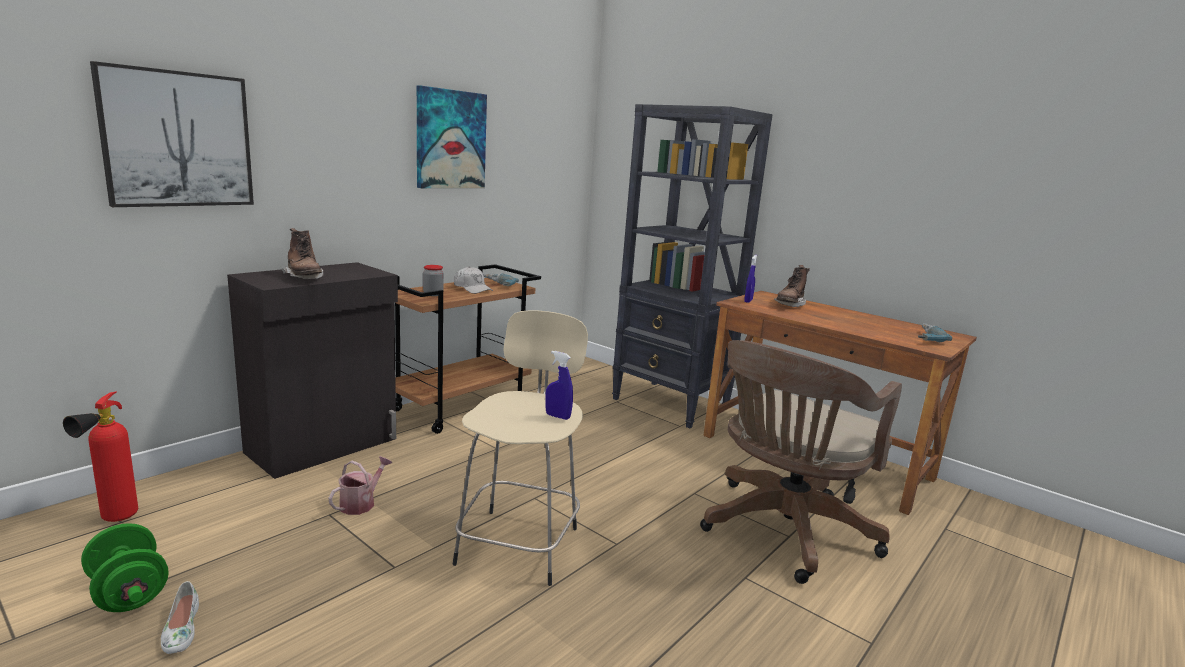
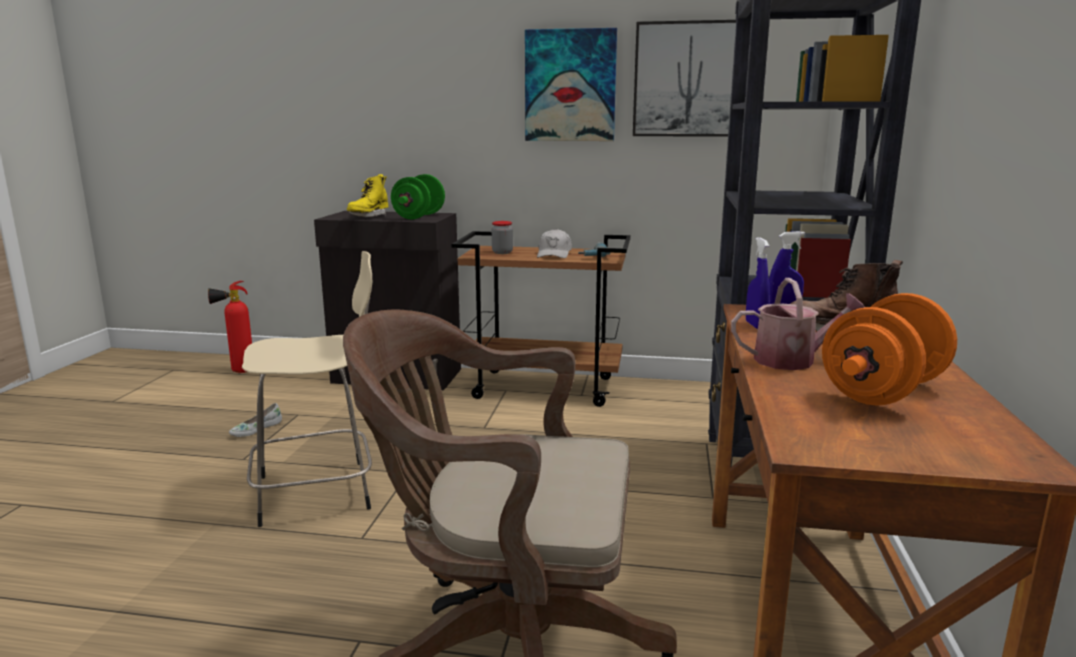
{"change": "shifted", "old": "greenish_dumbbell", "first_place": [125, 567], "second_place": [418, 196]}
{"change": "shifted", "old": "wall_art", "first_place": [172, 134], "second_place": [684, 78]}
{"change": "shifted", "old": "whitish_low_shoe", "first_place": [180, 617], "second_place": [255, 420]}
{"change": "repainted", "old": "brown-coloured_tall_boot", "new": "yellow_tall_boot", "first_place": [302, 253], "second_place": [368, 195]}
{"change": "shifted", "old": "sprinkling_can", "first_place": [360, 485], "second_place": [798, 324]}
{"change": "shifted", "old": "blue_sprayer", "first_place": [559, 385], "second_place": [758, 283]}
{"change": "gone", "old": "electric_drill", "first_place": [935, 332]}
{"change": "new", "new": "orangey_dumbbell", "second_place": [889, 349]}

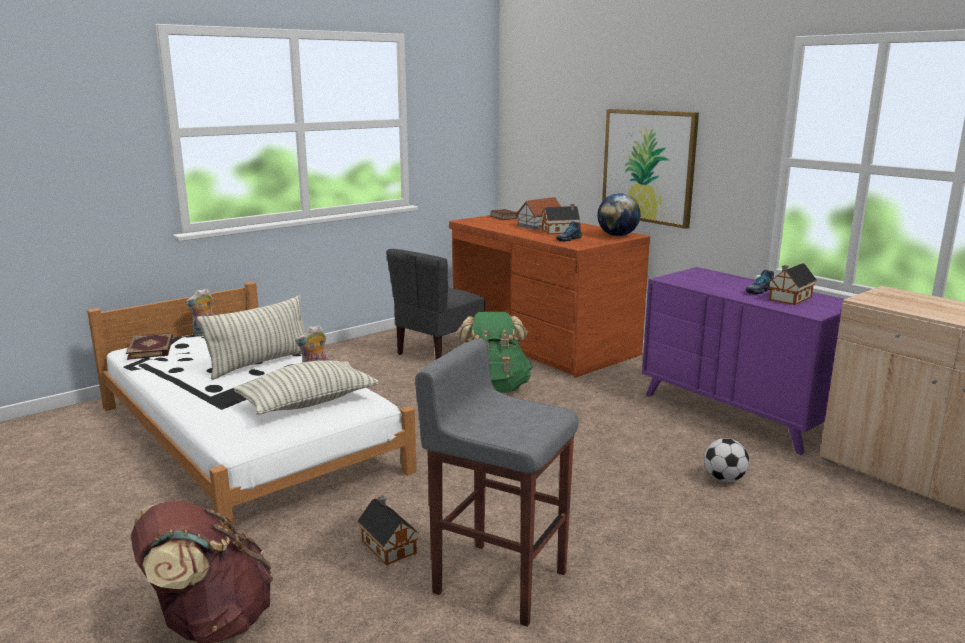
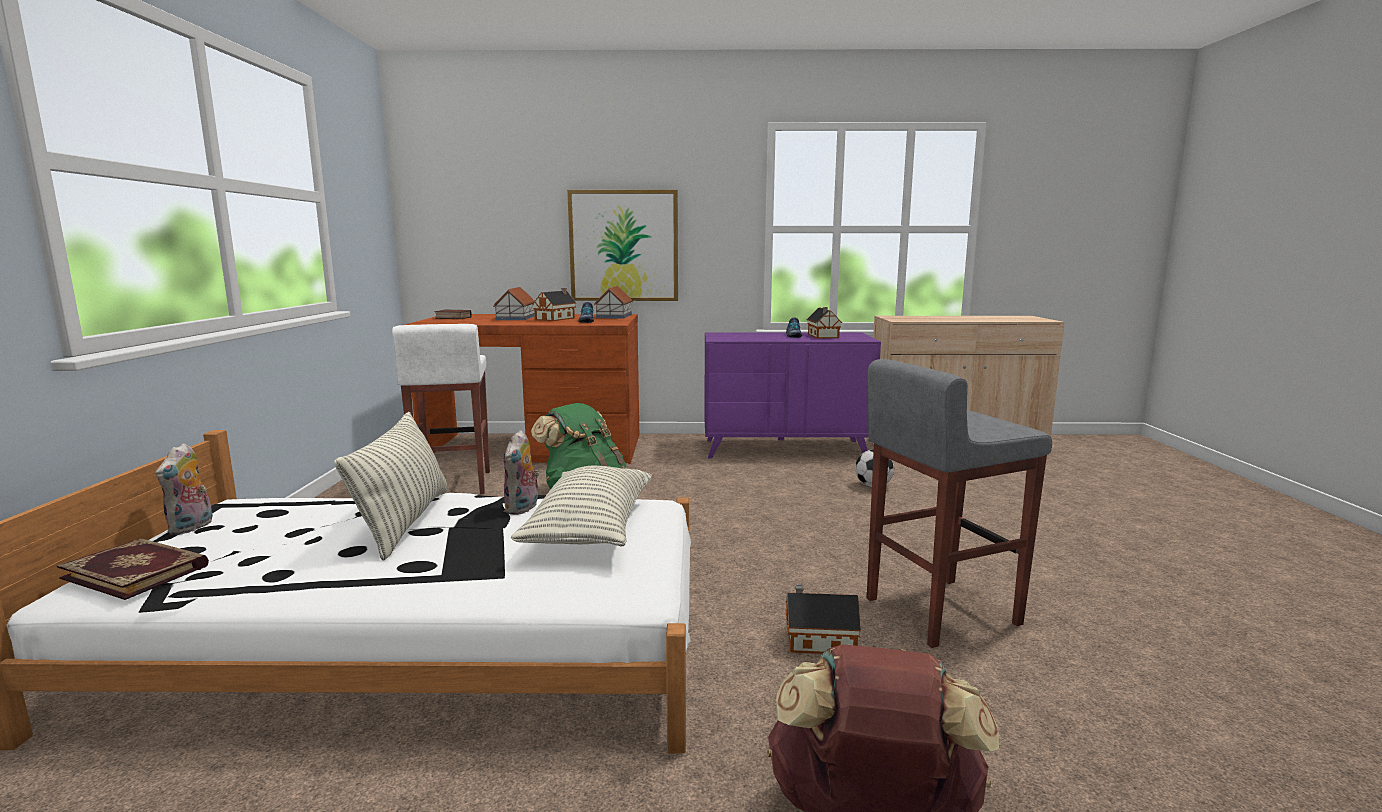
{"change": "swapped", "old": "greyish_chair", "new": "whitish_sitting_stool", "first_place": [435, 304], "second_place": [441, 409]}
{"change": "swapped", "old": "world_globe", "new": "miniature_house", "first_place": [618, 214], "second_place": [613, 302]}

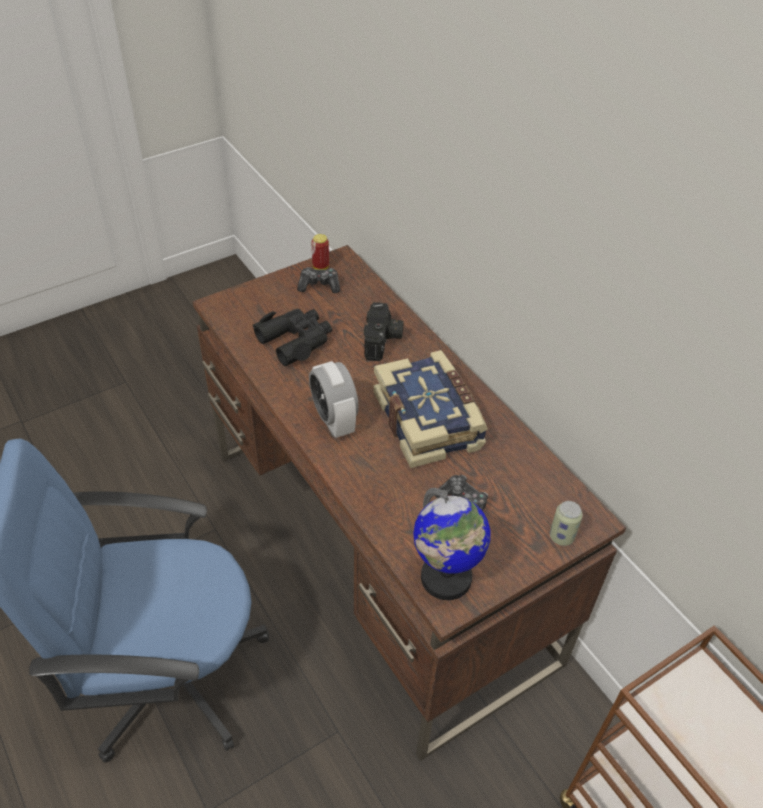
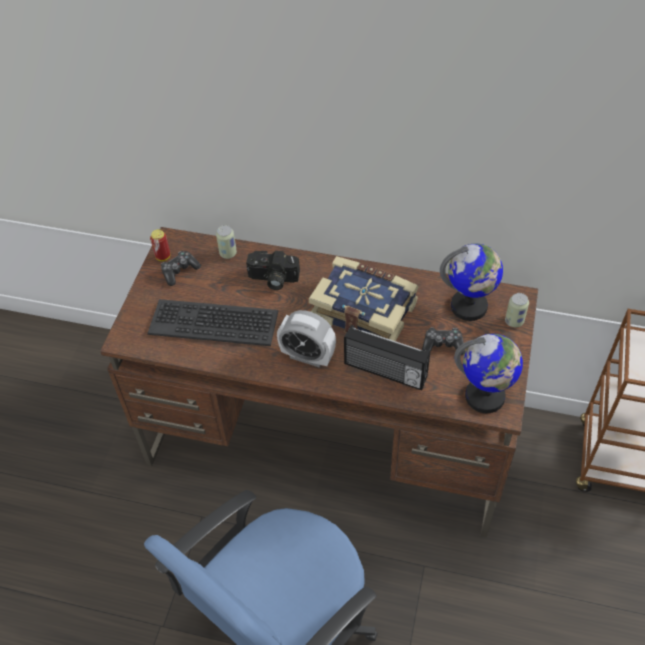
{"change": "swapped", "old": "black-coloured_pair_of_binoculars", "new": "computer_keyboard", "first_place": [292, 337], "second_place": [212, 322]}
{"change": "rotated", "old": "still_camera", "first_place": [384, 331], "second_place": [273, 270], "degrees": 135}
{"change": "new", "new": "can", "second_place": [226, 242]}
{"change": "new", "new": "radio_set", "second_place": [387, 357]}
{"change": "new", "new": "world_globe", "second_place": [471, 282]}

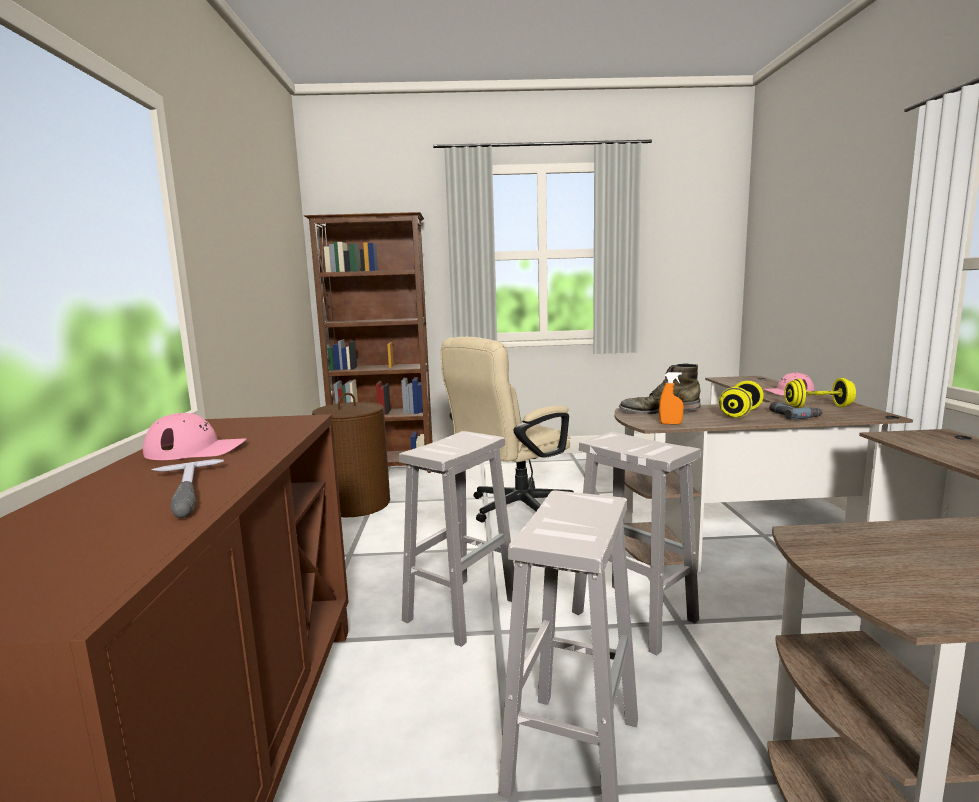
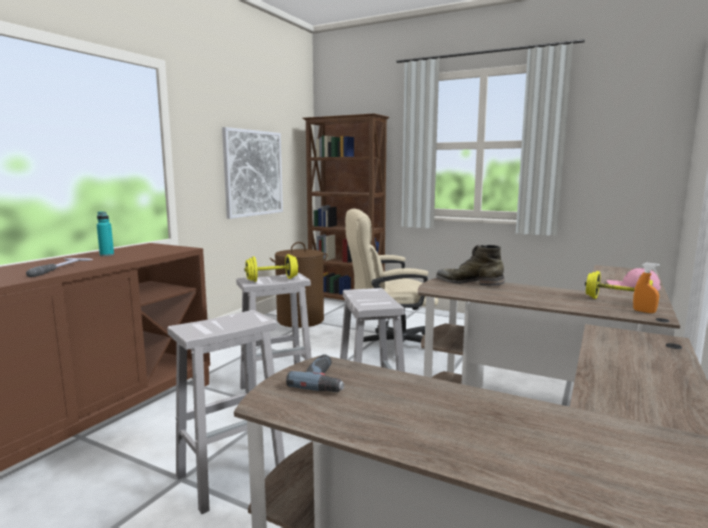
{"change": "swapped", "old": "pink-coloured_peaked_cap", "new": "blue-green_drink_bottle", "first_place": [194, 436], "second_place": [105, 233]}
{"change": "shifted", "old": "orangey_sprayer", "first_place": [671, 398], "second_place": [646, 288]}
{"change": "shifted", "old": "yellow_dumbbell", "first_place": [741, 399], "second_place": [271, 268]}
{"change": "shifted", "old": "electric_drill", "first_place": [796, 411], "second_place": [315, 373]}
{"change": "new", "new": "wall_art", "second_place": [252, 173]}

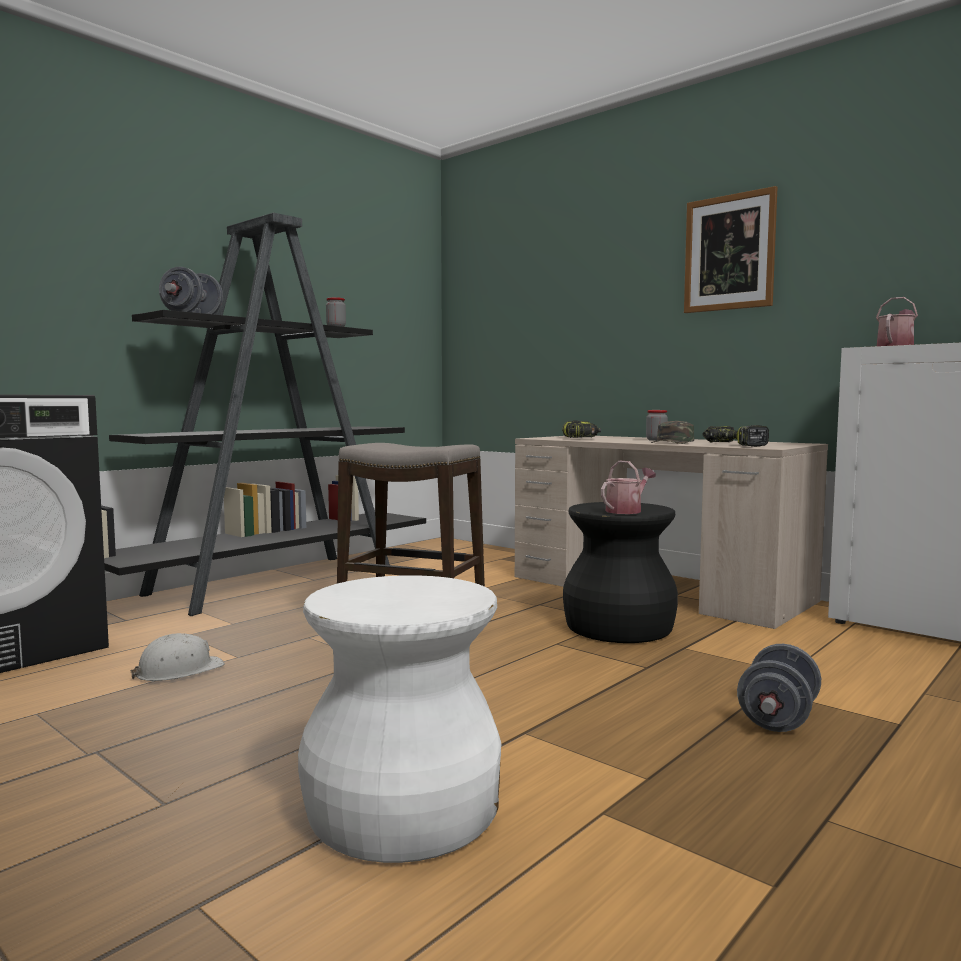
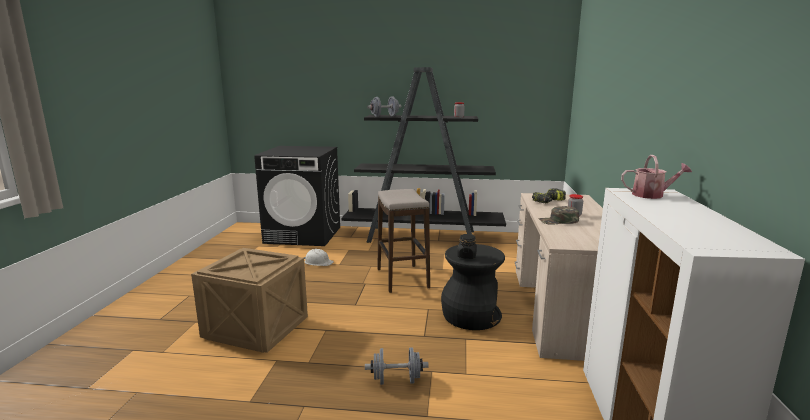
{"change": "swapped", "old": "whitish_sitting_stool", "new": "shipping_crate", "first_place": [400, 719], "second_place": [249, 300]}
{"change": "swapped", "old": "sprinkling_can", "new": "black-coloured_jar", "first_place": [628, 487], "second_place": [467, 246]}
{"change": "gone", "old": "wall_art", "first_place": [731, 249]}
{"change": "gone", "old": "electric_drill", "first_place": [736, 436]}

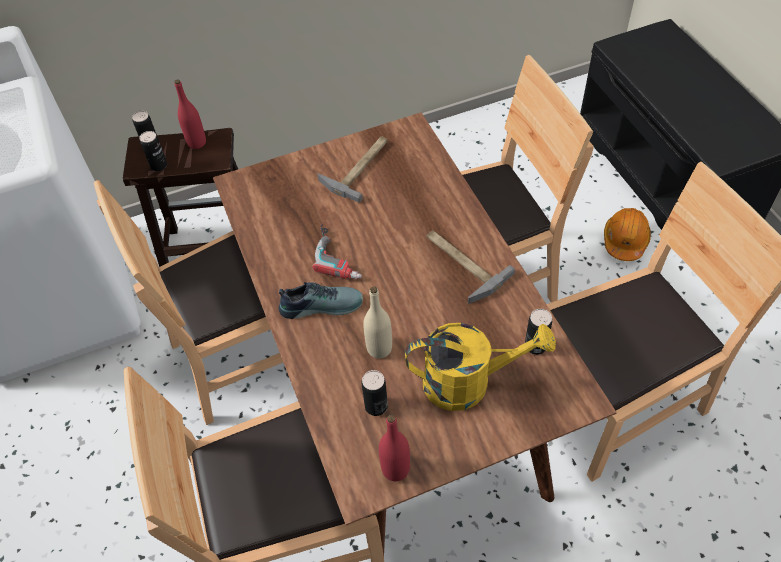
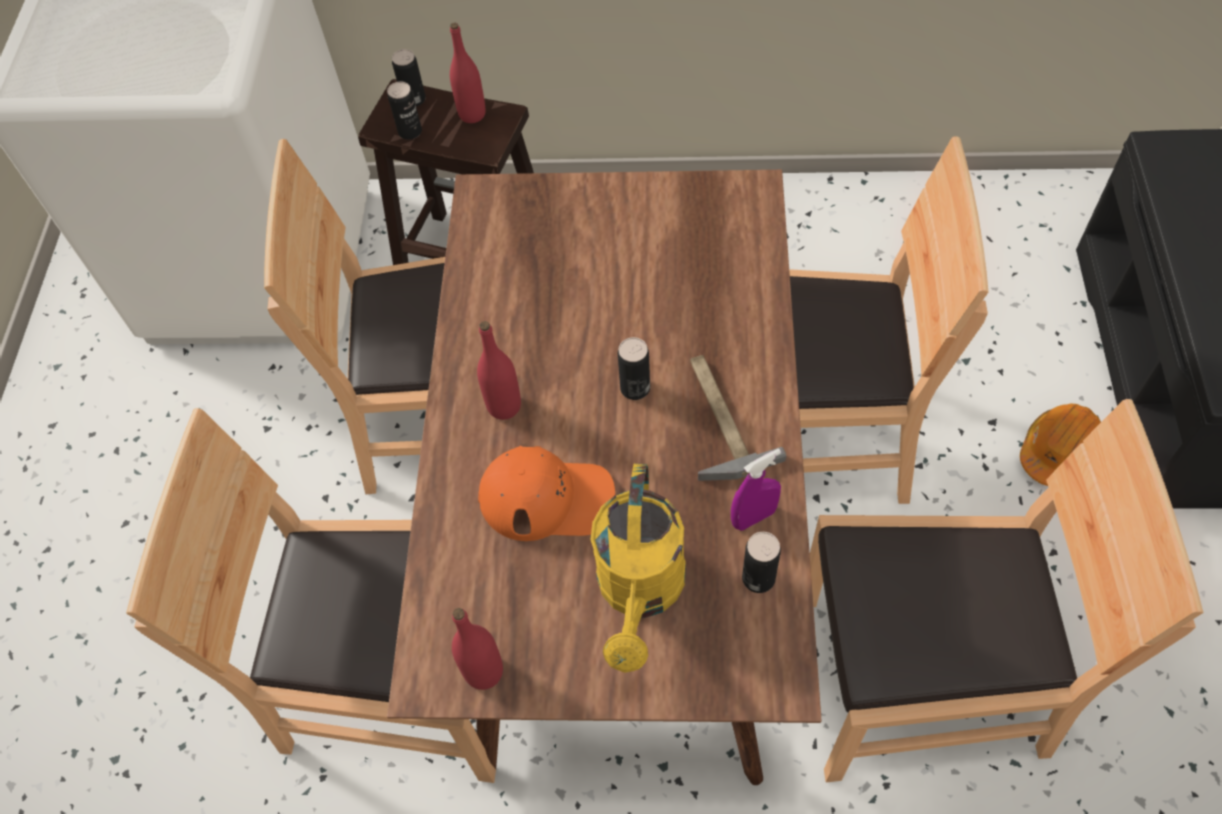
{"change": "swapped", "old": "low_shoe", "new": "red-coloured_drink_bottle", "first_place": [321, 300], "second_place": [499, 370]}
{"change": "gone", "old": "electric_drill", "first_place": [337, 251]}
{"change": "gone", "old": "hammer", "first_place": [352, 169]}
{"change": "shifted", "old": "can", "first_place": [374, 393], "second_place": [634, 368]}
{"change": "swapped", "old": "sand-coloured_drink_bottle", "new": "orangey_peaked_cap", "first_place": [377, 322], "second_place": [546, 493]}
{"change": "rotated", "old": "yellow_sprinkling_can", "first_place": [480, 367], "second_place": [638, 568], "degrees": 75}
{"change": "new", "new": "purplish_sprayer", "second_place": [756, 489]}

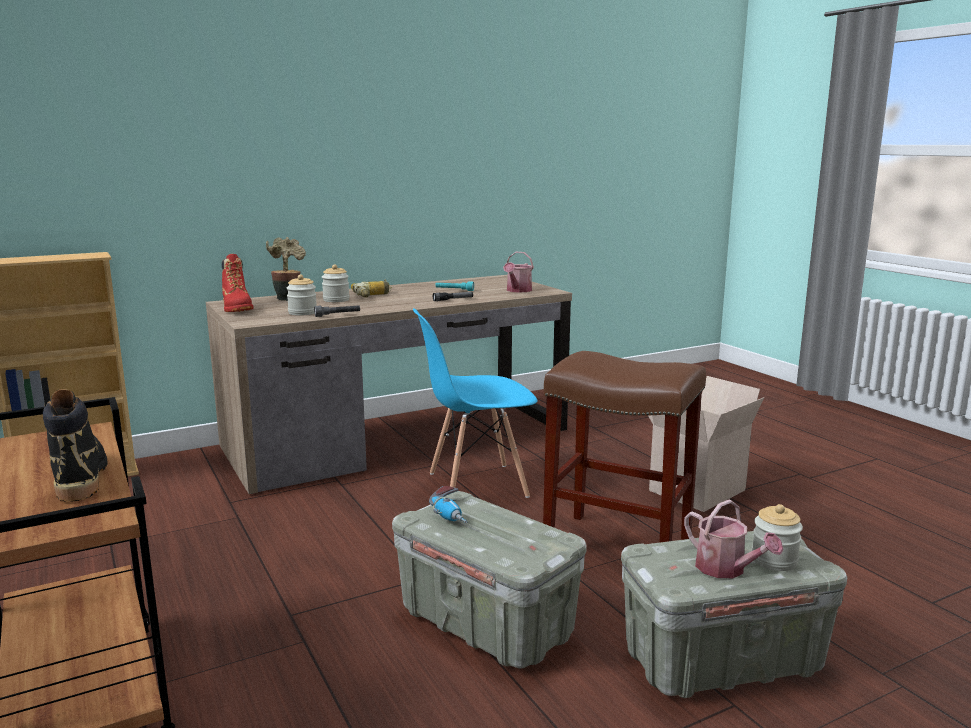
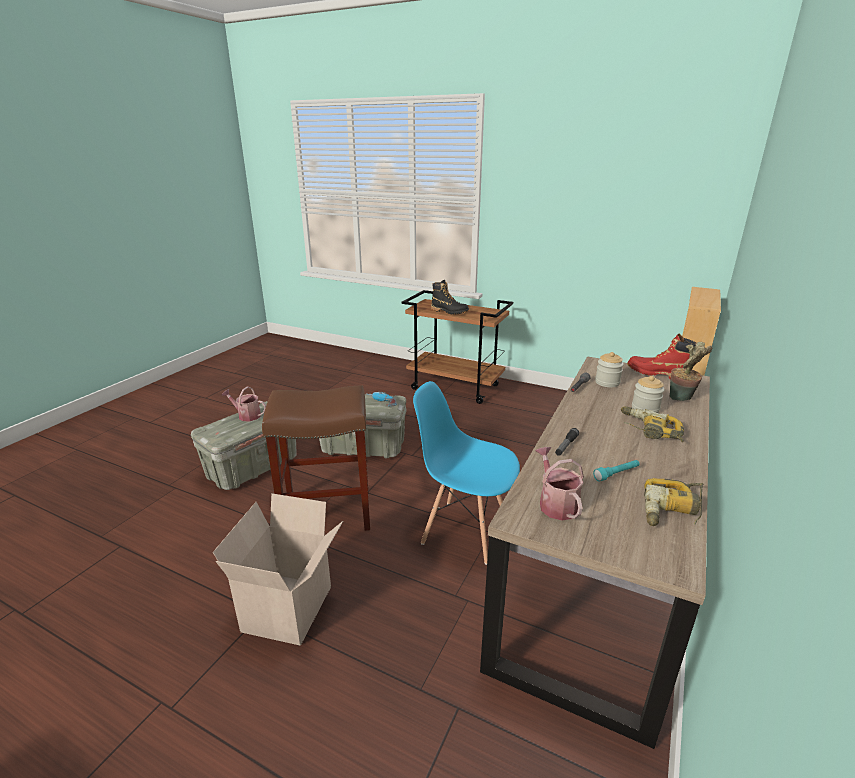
{"change": "rotated", "old": "blue_chair", "first_place": [475, 403], "second_place": [466, 473], "degrees": -105}
{"change": "gone", "old": "jar", "first_place": [777, 537]}
{"change": "new", "new": "electric_drill", "second_place": [673, 502]}

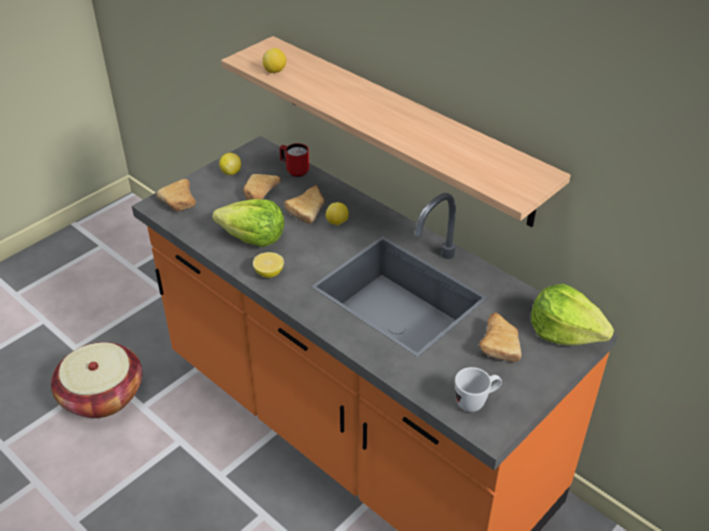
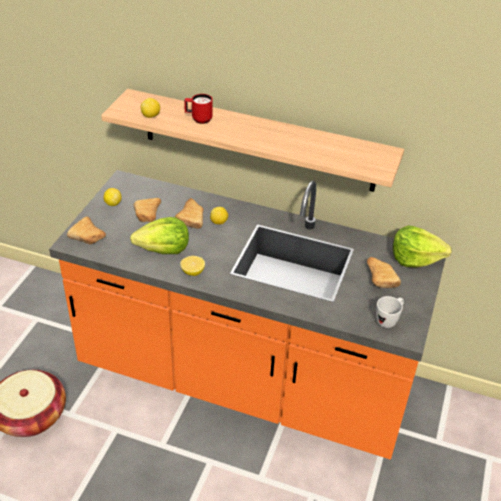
{"change": "shifted", "old": "red-coloured_coffee_mug", "first_place": [294, 160], "second_place": [198, 109]}

